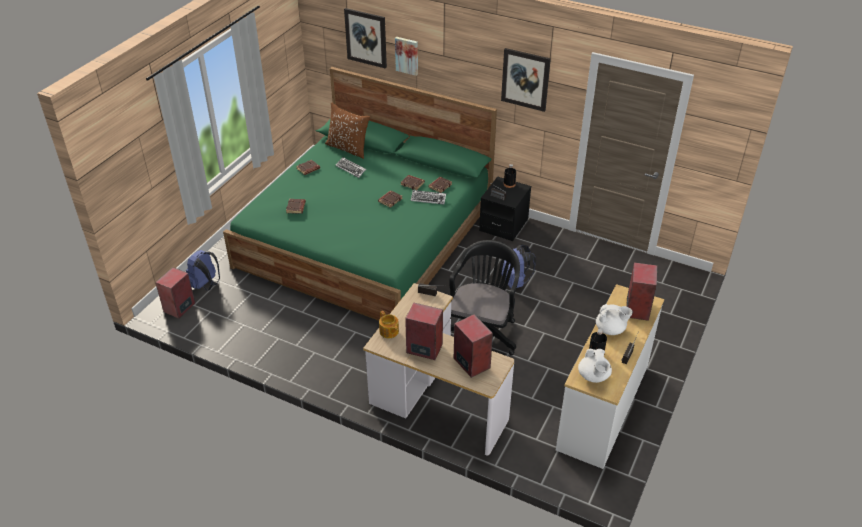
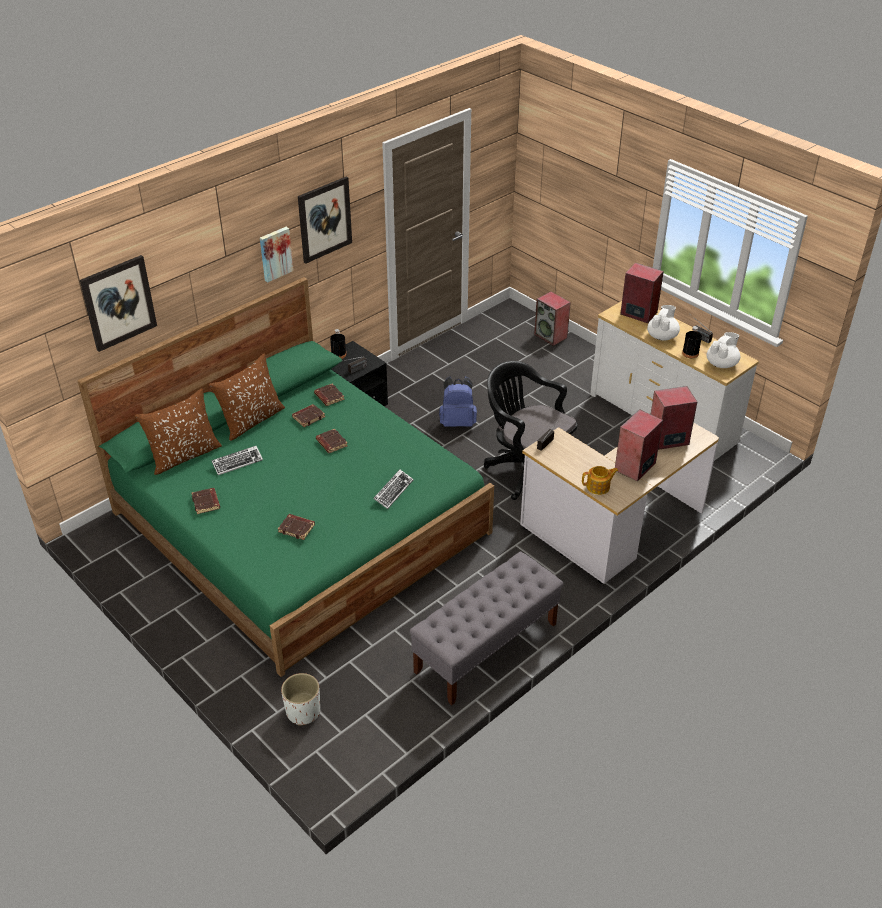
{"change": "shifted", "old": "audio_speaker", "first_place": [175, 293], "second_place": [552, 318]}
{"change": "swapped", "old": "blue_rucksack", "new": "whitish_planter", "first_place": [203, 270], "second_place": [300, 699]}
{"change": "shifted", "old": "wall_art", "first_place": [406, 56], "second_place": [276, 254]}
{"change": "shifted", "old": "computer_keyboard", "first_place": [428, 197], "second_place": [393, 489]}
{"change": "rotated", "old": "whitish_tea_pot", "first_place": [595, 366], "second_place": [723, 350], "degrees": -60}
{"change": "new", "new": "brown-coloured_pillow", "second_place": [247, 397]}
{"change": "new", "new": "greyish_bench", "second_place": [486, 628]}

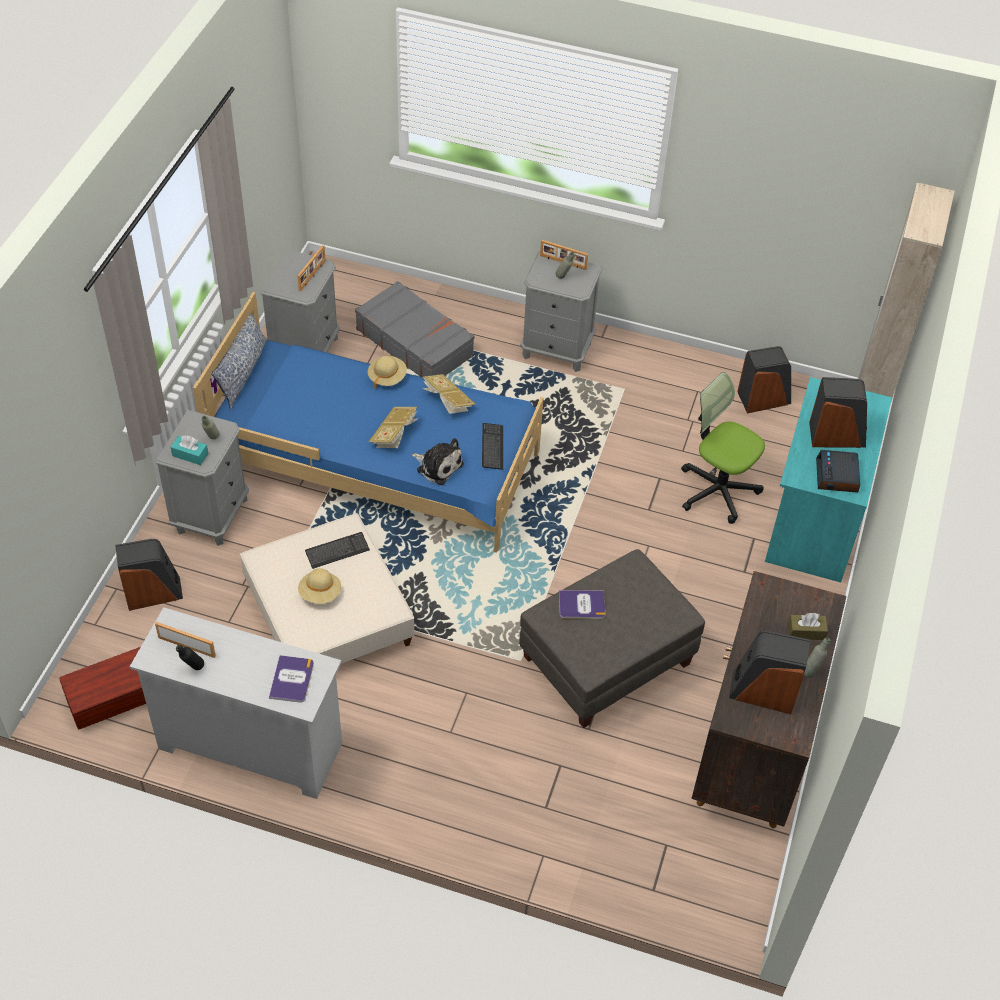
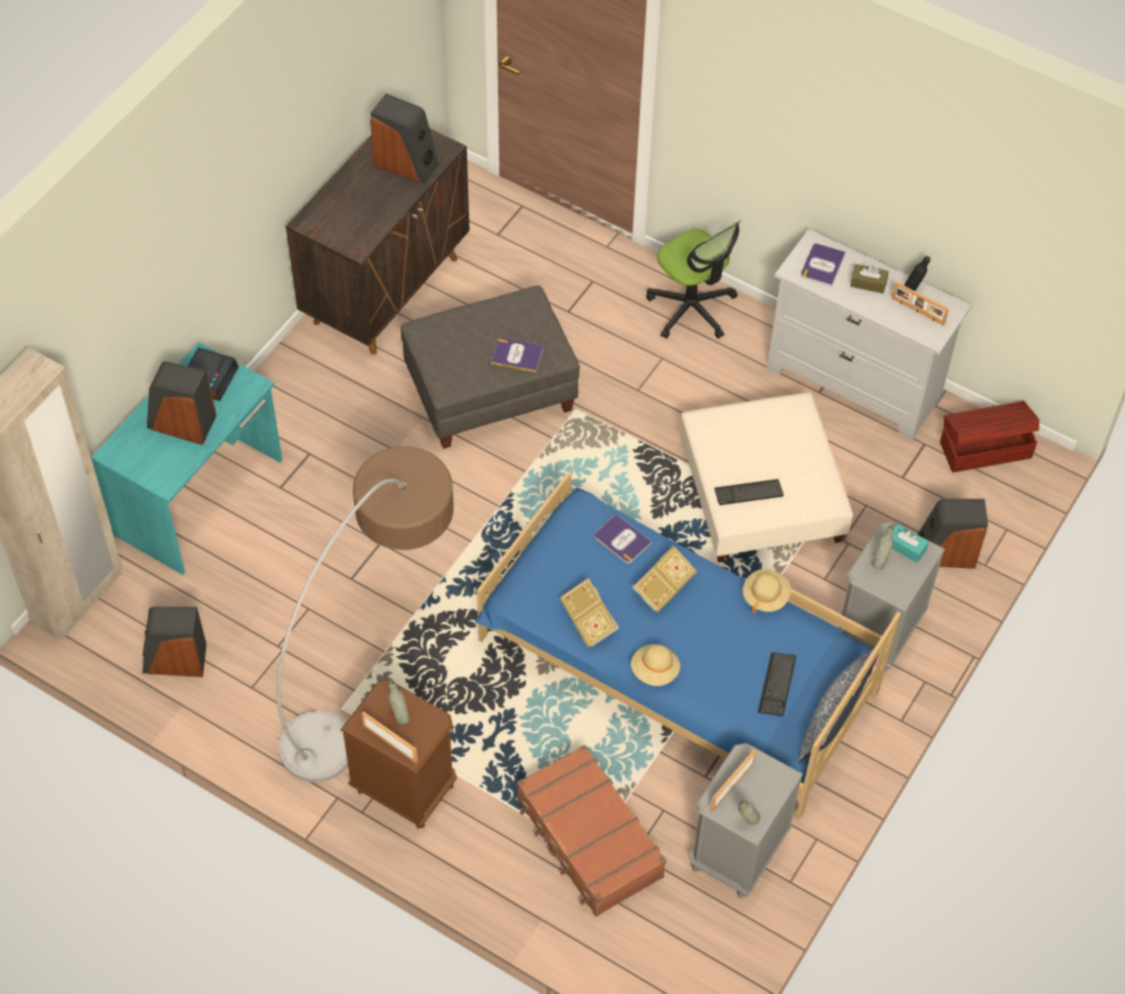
{"change": "shifted", "old": "sand-coloured_hat", "first_place": [319, 586], "second_place": [767, 591]}
{"change": "repainted", "old": "greyish_suitcase", "new": "brown-coloured_suitcase", "first_place": [415, 329], "second_place": [591, 830]}
{"change": "swapped", "old": "plush_toy", "new": "bound_book", "first_place": [437, 461], "second_place": [623, 538]}
{"change": "shifted", "old": "computer_keyboard", "first_place": [492, 446], "second_place": [777, 684]}
{"change": "repainted", "old": "greyish_nightstand", "new": "brown-coloured_nightstand", "first_place": [561, 311], "second_place": [399, 754]}
{"change": "shifted", "old": "desk_chair", "first_place": [723, 448], "second_place": [693, 279]}
{"change": "shifted", "old": "brown-coloured_tissue_holder", "first_place": [808, 626], "second_place": [869, 279]}
{"change": "shifted", "old": "greyish_drink_bottle", "first_place": [817, 657], "second_place": [749, 812]}
{"change": "new", "new": "standing_lamp", "second_place": [365, 614]}

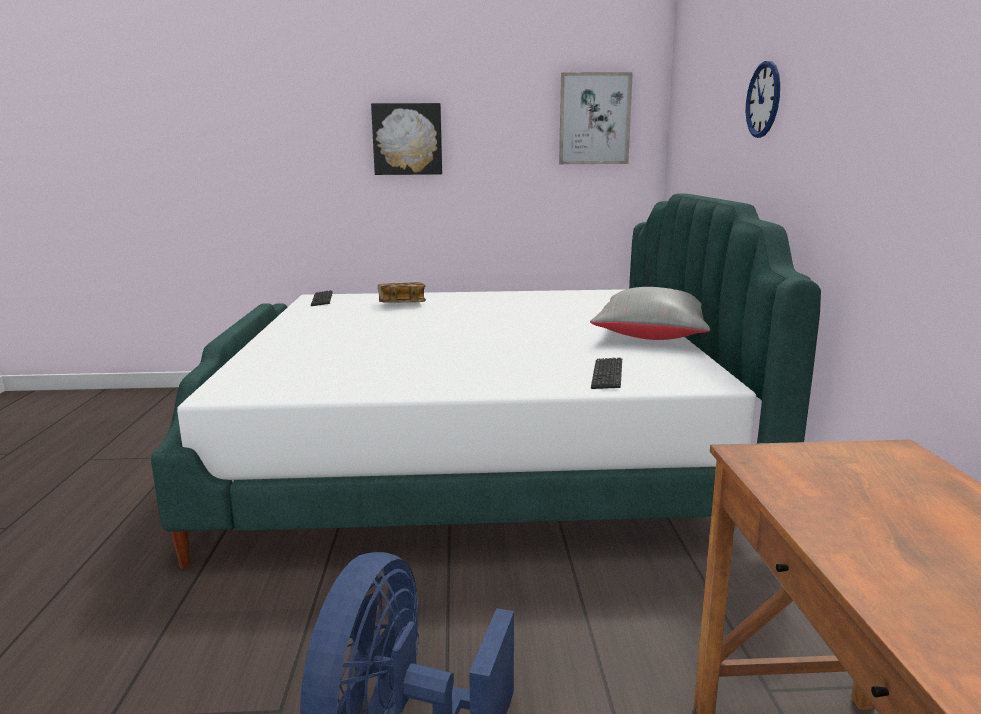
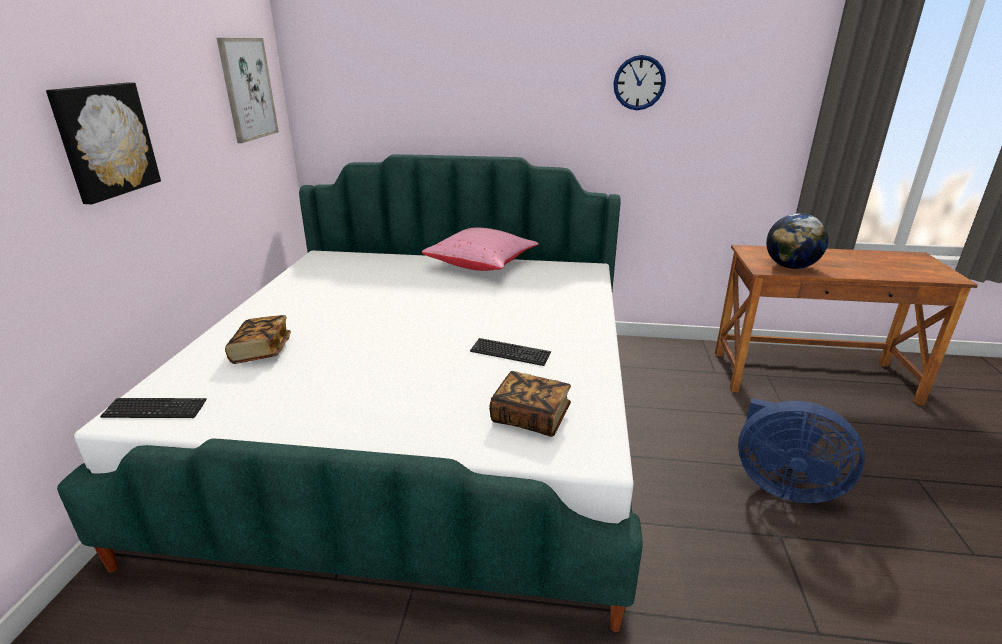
{"change": "repainted", "old": "greyish_pillow", "new": "pink-coloured_pillow", "first_place": [650, 313], "second_place": [480, 249]}
{"change": "shifted", "old": "computer_keyboard", "first_place": [606, 373], "second_place": [510, 352]}
{"change": "shifted", "old": "hanging_clock", "first_place": [763, 99], "second_place": [639, 82]}
{"change": "new", "new": "bound_book", "second_place": [530, 404]}
{"change": "new", "new": "world_globe", "second_place": [797, 241]}

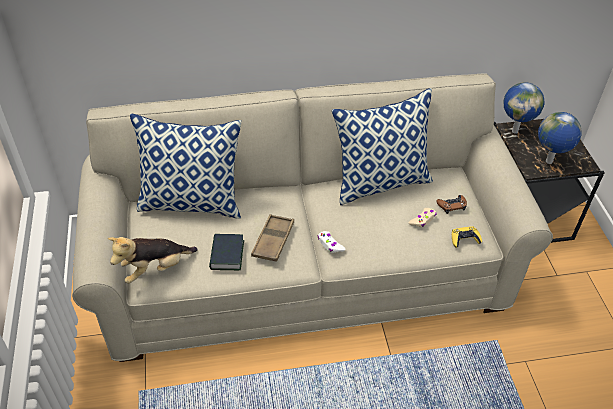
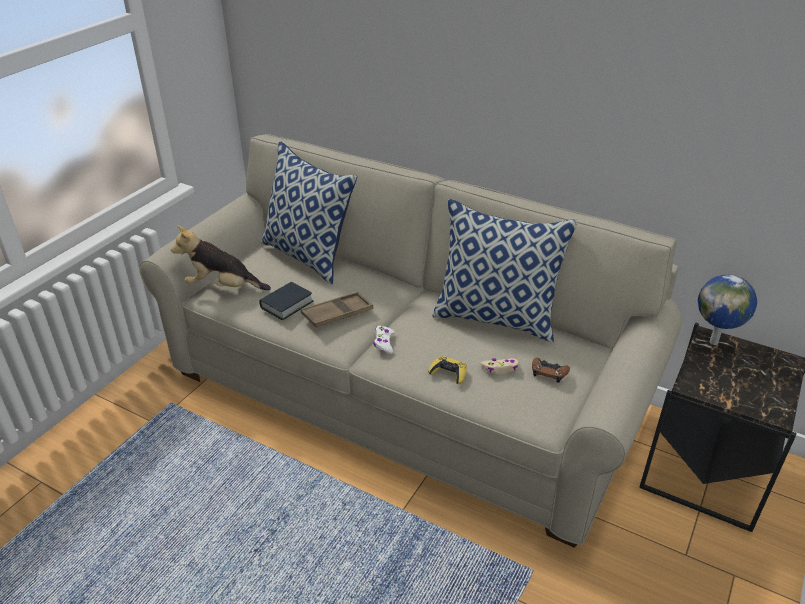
{"change": "shifted", "old": "yellow_game_controller", "first_place": [467, 237], "second_place": [447, 370]}
{"change": "gone", "old": "world_globe", "first_place": [560, 138]}

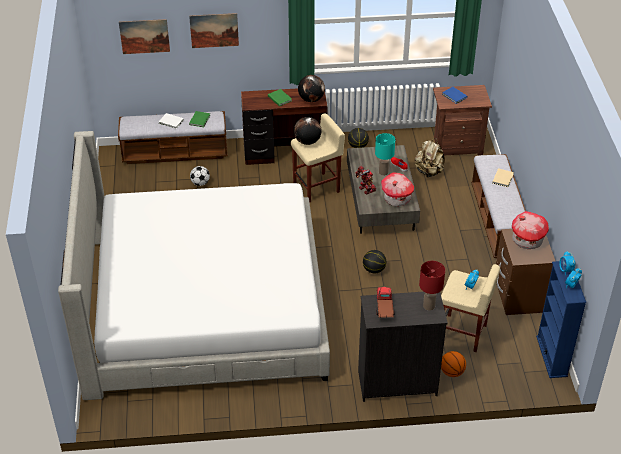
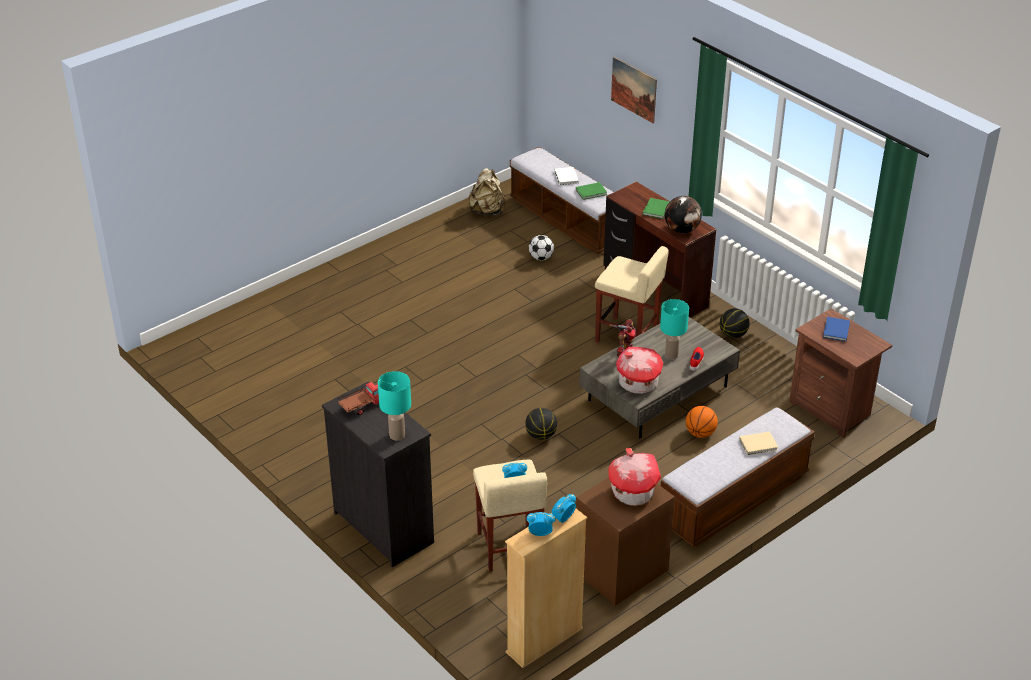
{"change": "gone", "old": "bed", "first_place": [194, 265]}
{"change": "gone", "old": "wall_art", "first_place": [144, 36]}
{"change": "gone", "old": "world_globe", "first_place": [308, 131]}
{"change": "shifted", "old": "sand-coloured_rucksack", "first_place": [430, 158], "second_place": [487, 191]}
{"change": "repainted", "old": "red-coloured_tabletop_lamp", "new": "blue-green_tabletop_lamp", "first_place": [432, 286], "second_place": [394, 405]}
{"change": "shifted", "old": "basketball_ball", "first_place": [453, 364], "second_place": [702, 422]}
{"change": "repainted", "old": "blue_shelving_unit", "new": "sand-coloured_shelving_unit", "first_place": [561, 319], "second_place": [546, 588]}

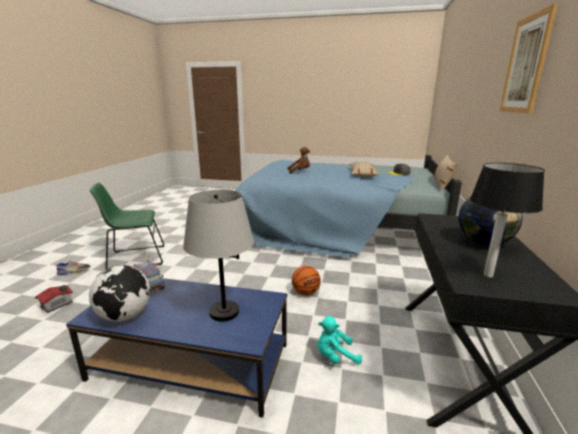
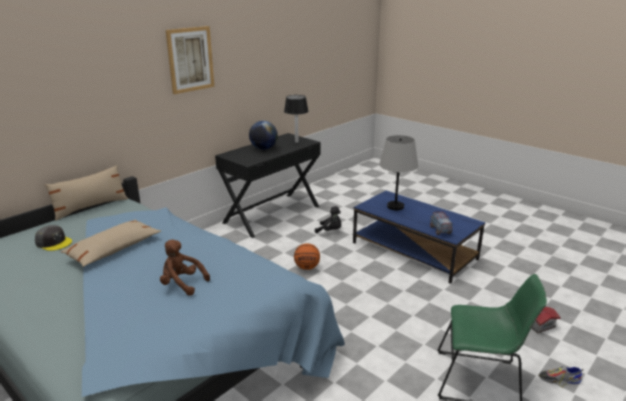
{"change": "gone", "old": "world_globe", "first_place": [119, 293]}
{"change": "repainted", "old": "blue-green_plush_toy", "new": "black-coloured_plush_toy", "first_place": [340, 340], "second_place": [328, 219]}

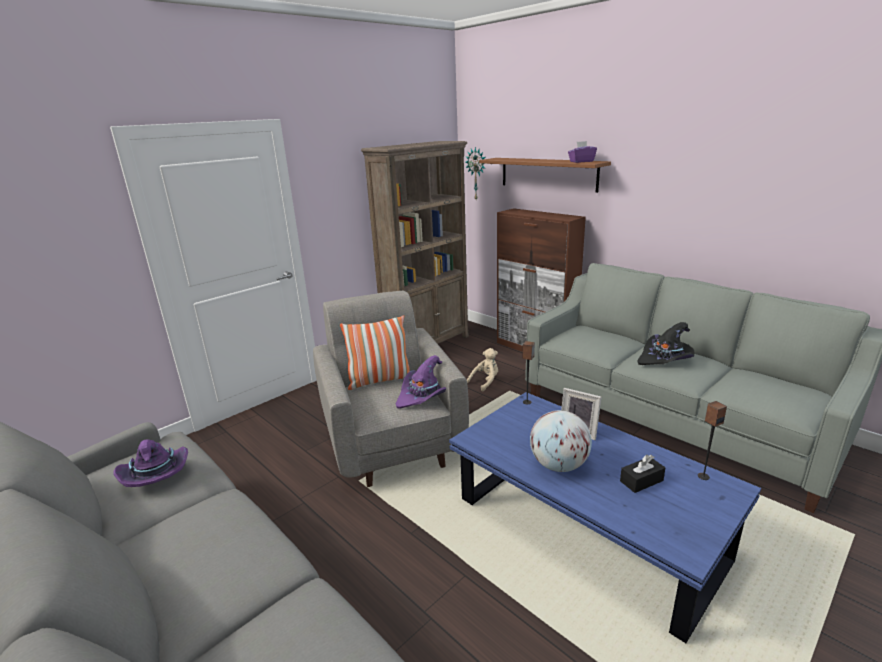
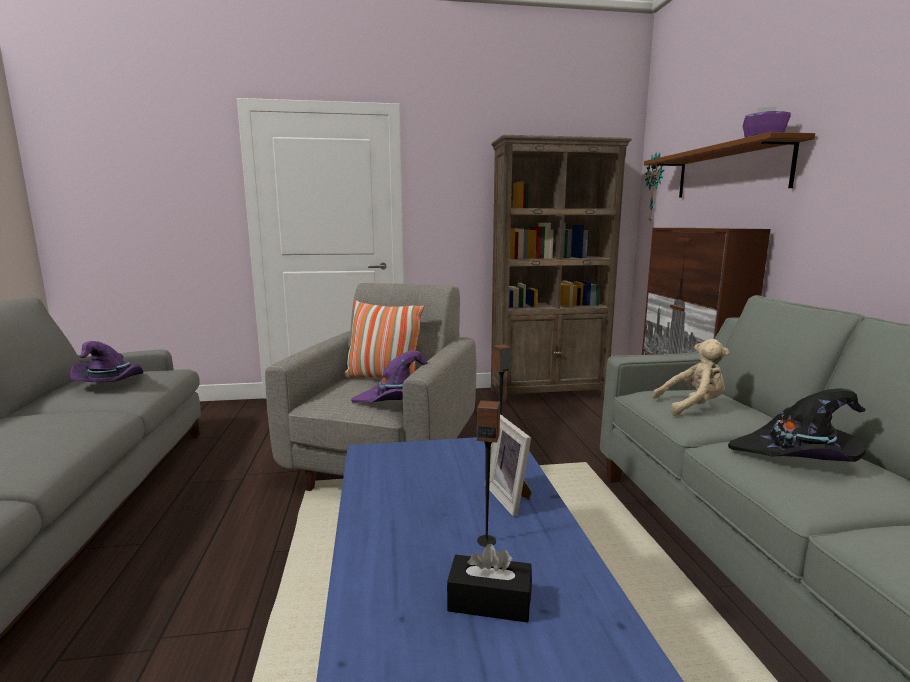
{"change": "shifted", "old": "sand-coloured_plush_toy", "first_place": [482, 369], "second_place": [690, 377]}
{"change": "gone", "old": "world_globe", "first_place": [561, 441]}
{"change": "shifted", "old": "audio_speaker", "first_place": [712, 440], "second_place": [488, 473]}

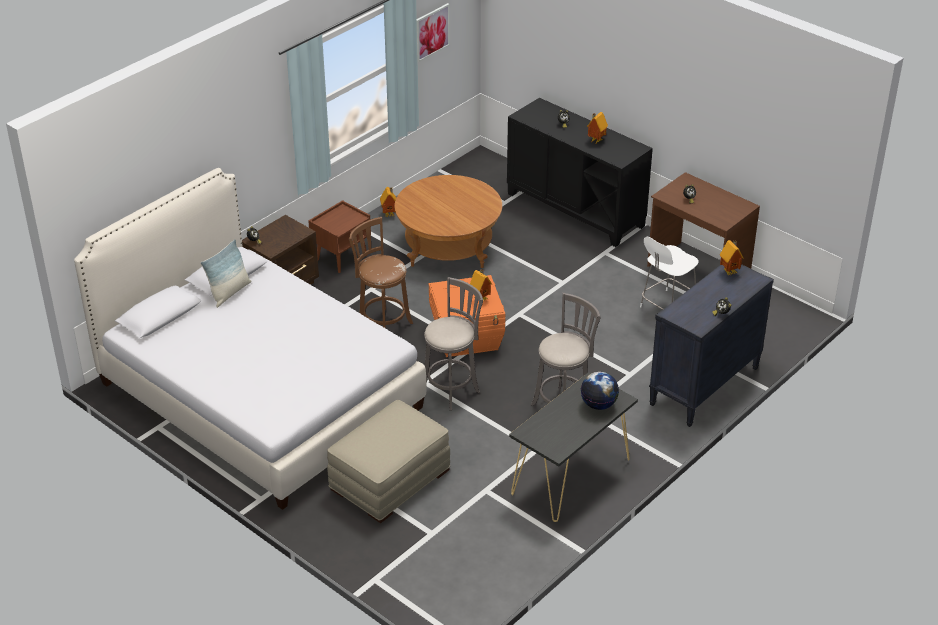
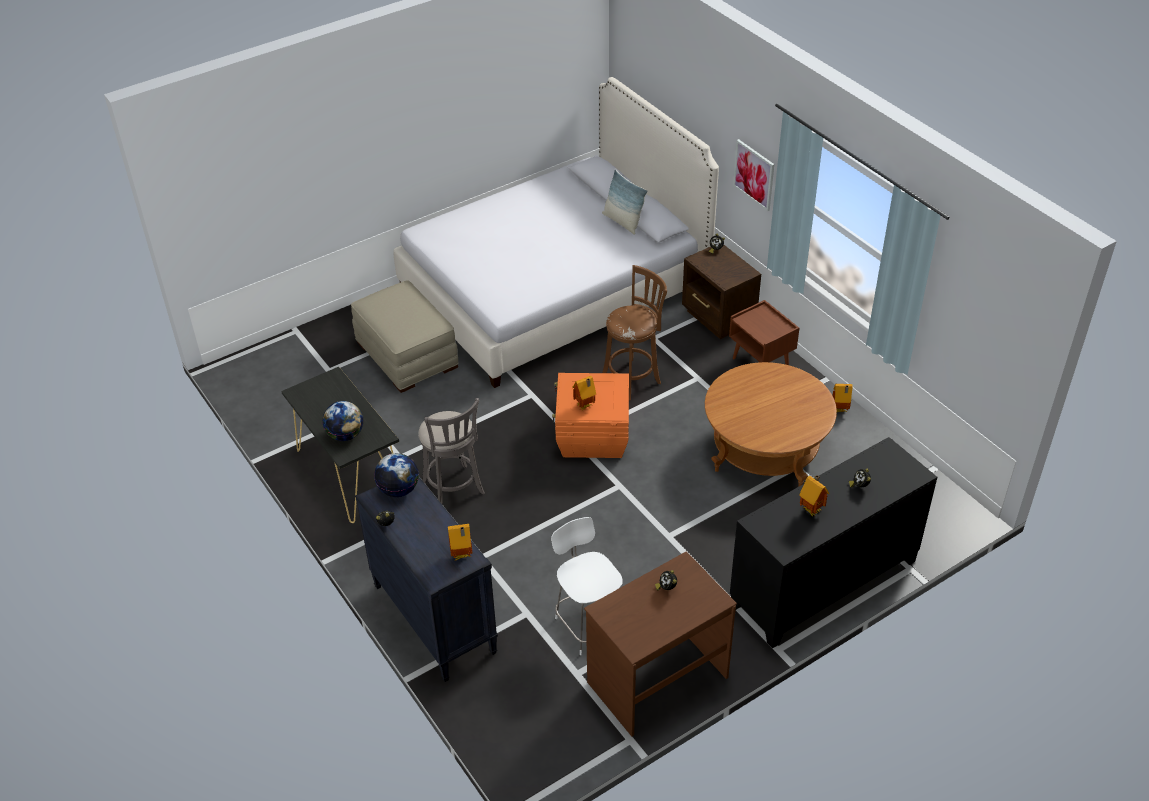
{"change": "shifted", "old": "wall_art", "first_place": [433, 33], "second_place": [753, 175]}
{"change": "gone", "old": "greyish_sitting_stool", "first_place": [453, 344]}
{"change": "new", "new": "world_globe", "second_place": [396, 475]}

